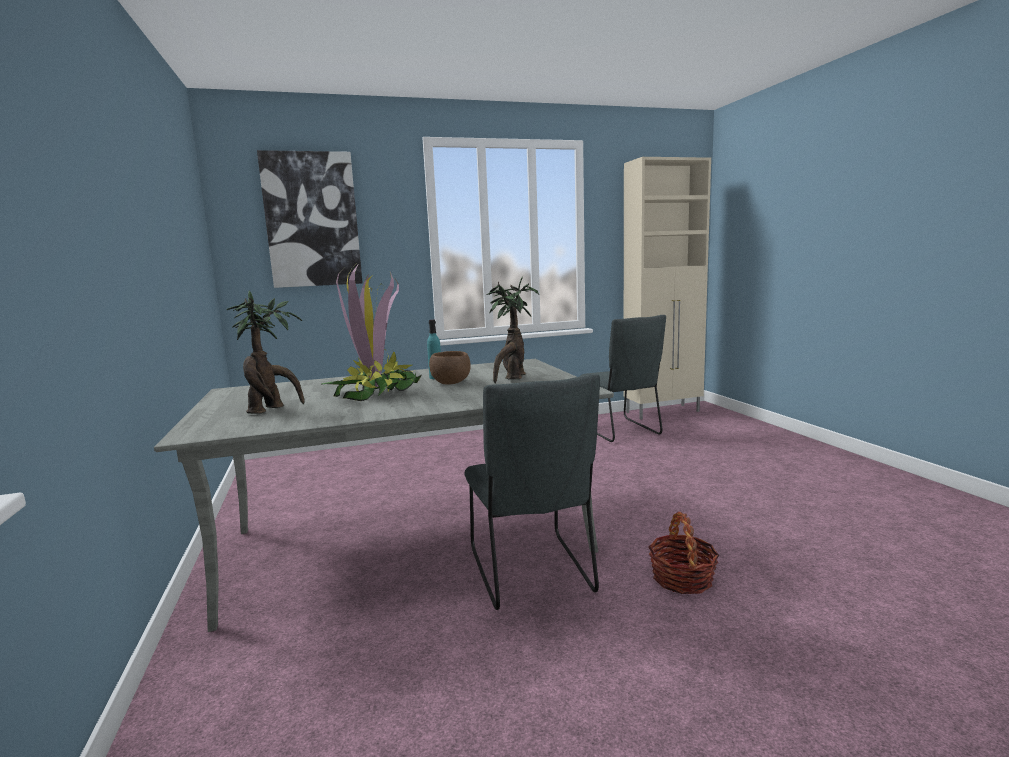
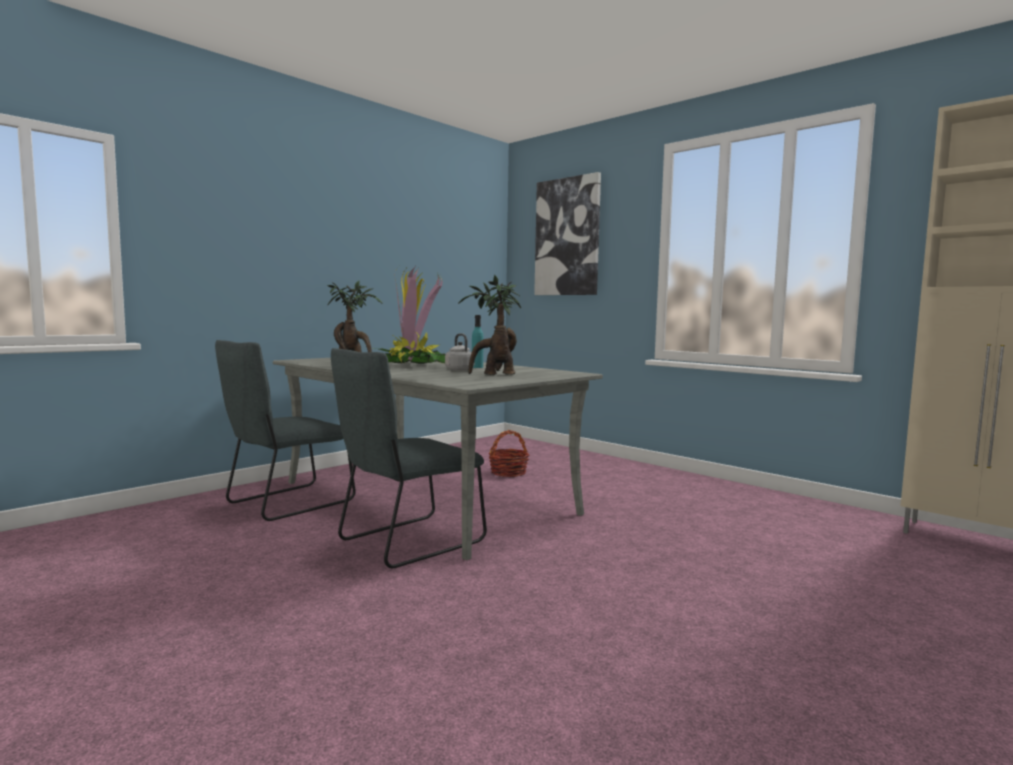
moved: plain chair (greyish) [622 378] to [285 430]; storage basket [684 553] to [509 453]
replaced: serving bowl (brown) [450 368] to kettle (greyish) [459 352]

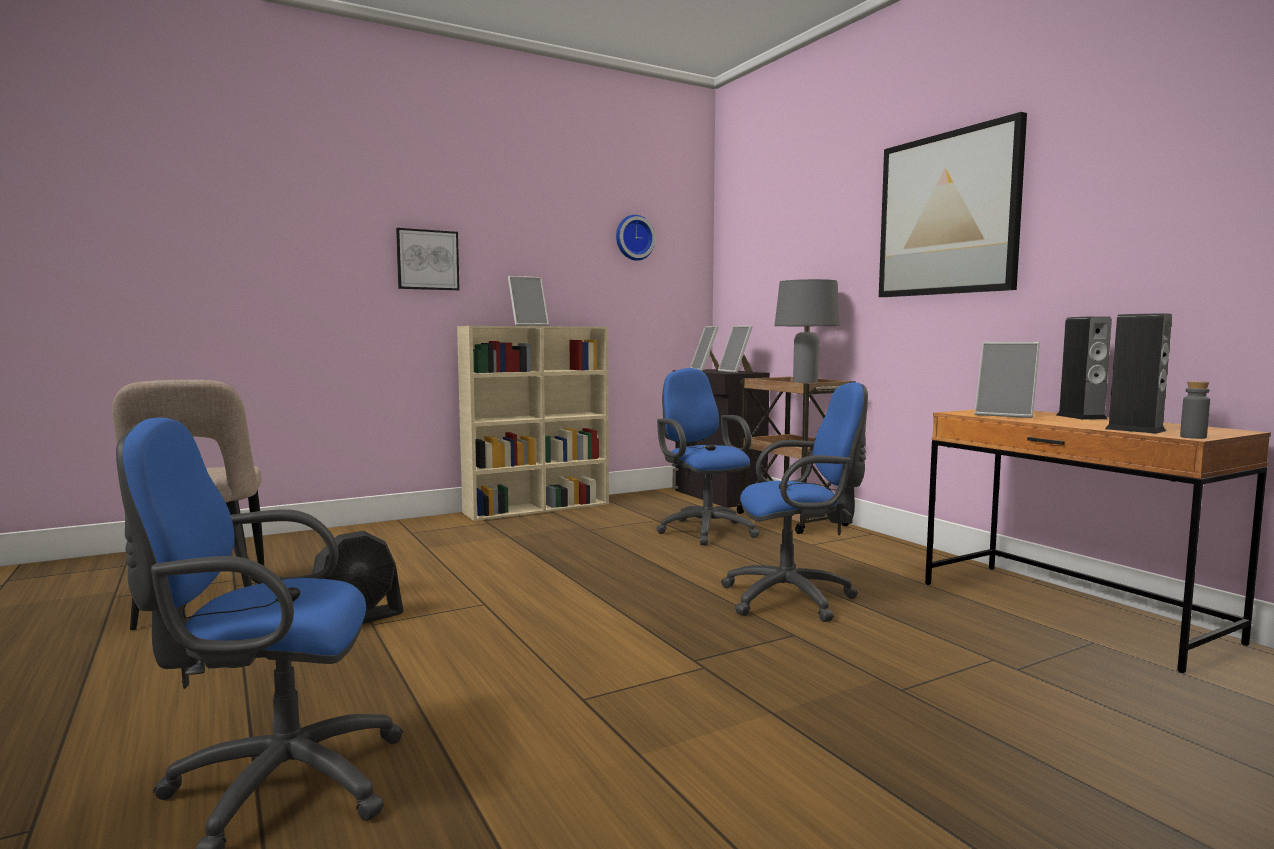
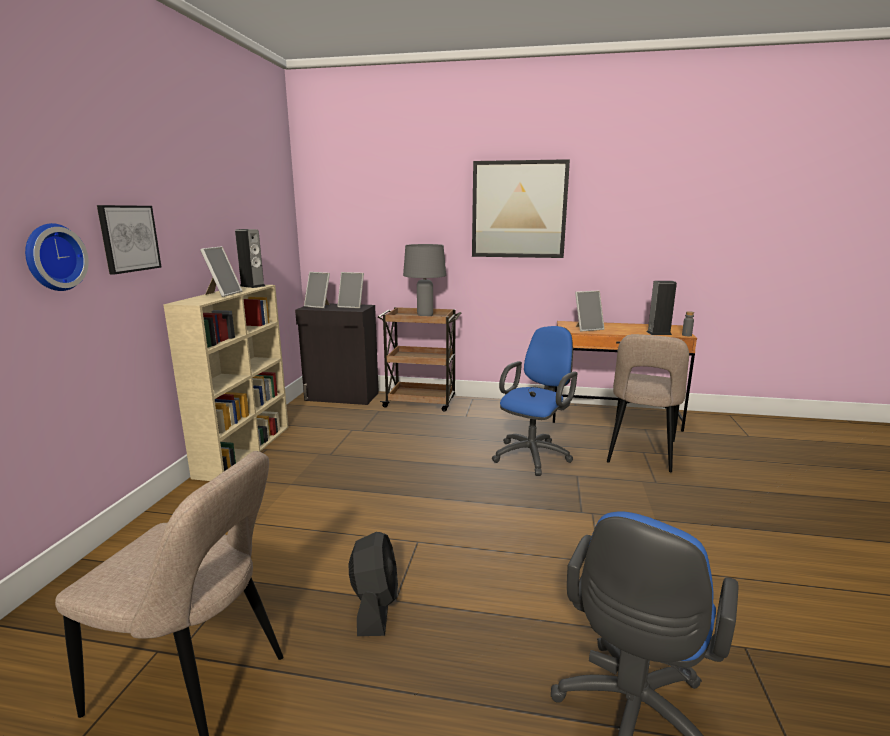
removed: computer chair (blue) [708 456]
added: plain chair (beige) [648 403]
moved: wall clock [636 238] to [57 257]; loudspeaker [1084 368] to [250 258]

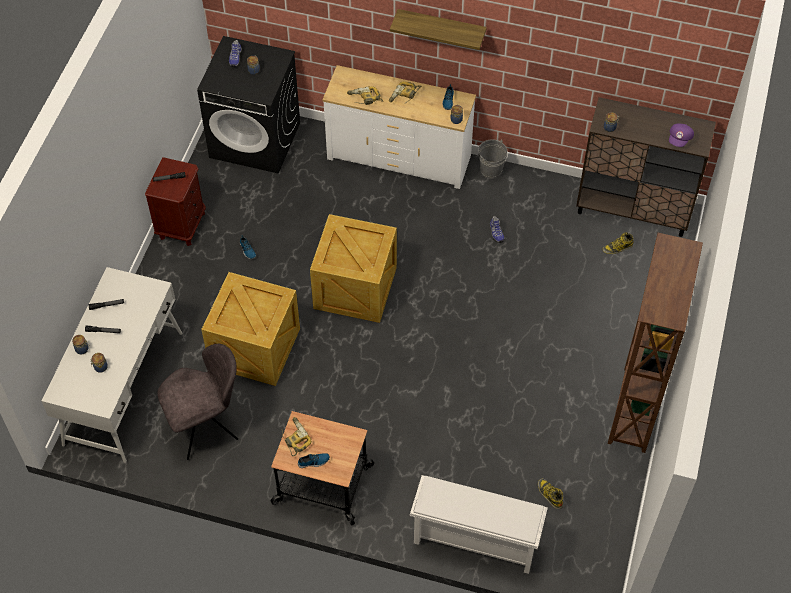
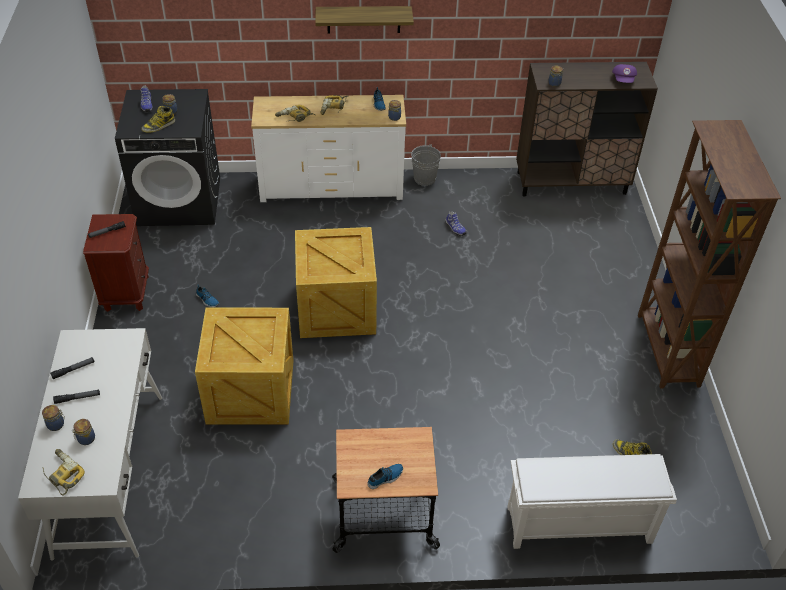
removed: plain chair (greyish) [197 402]
moved: power drill [297 436] to [63 472]; tall boot [618 243] to [158 119]

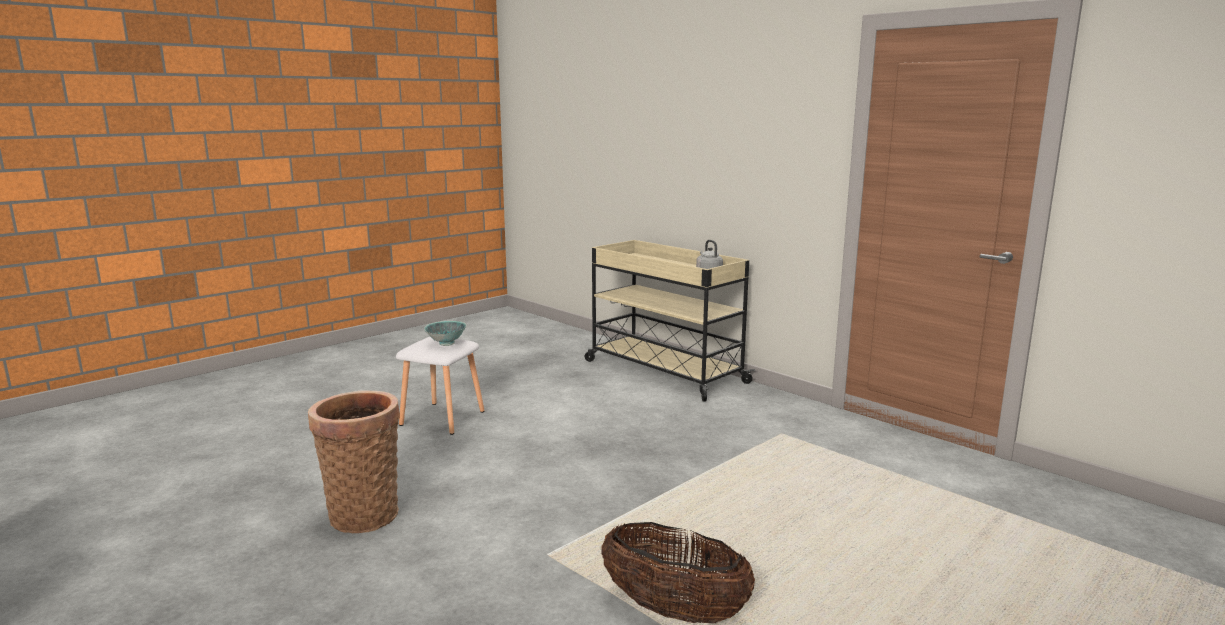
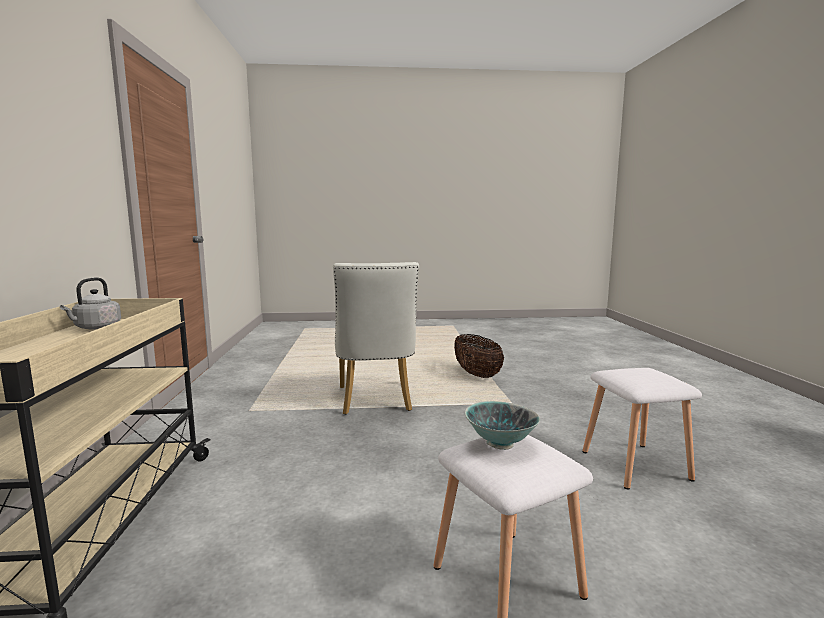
added: plain chair (whitish) [376 338]
replaced: storage basket [354 461] to sitting stool (whitish) [642 429]

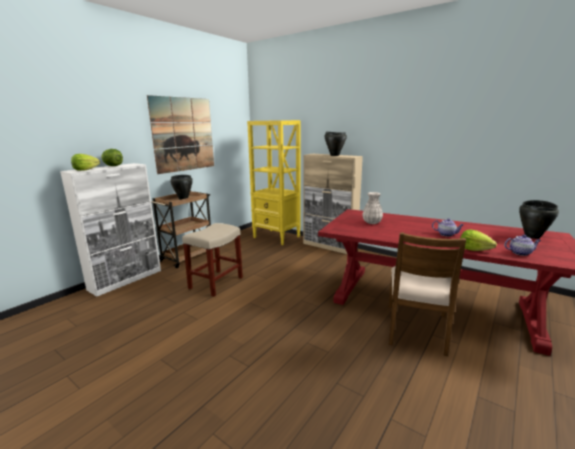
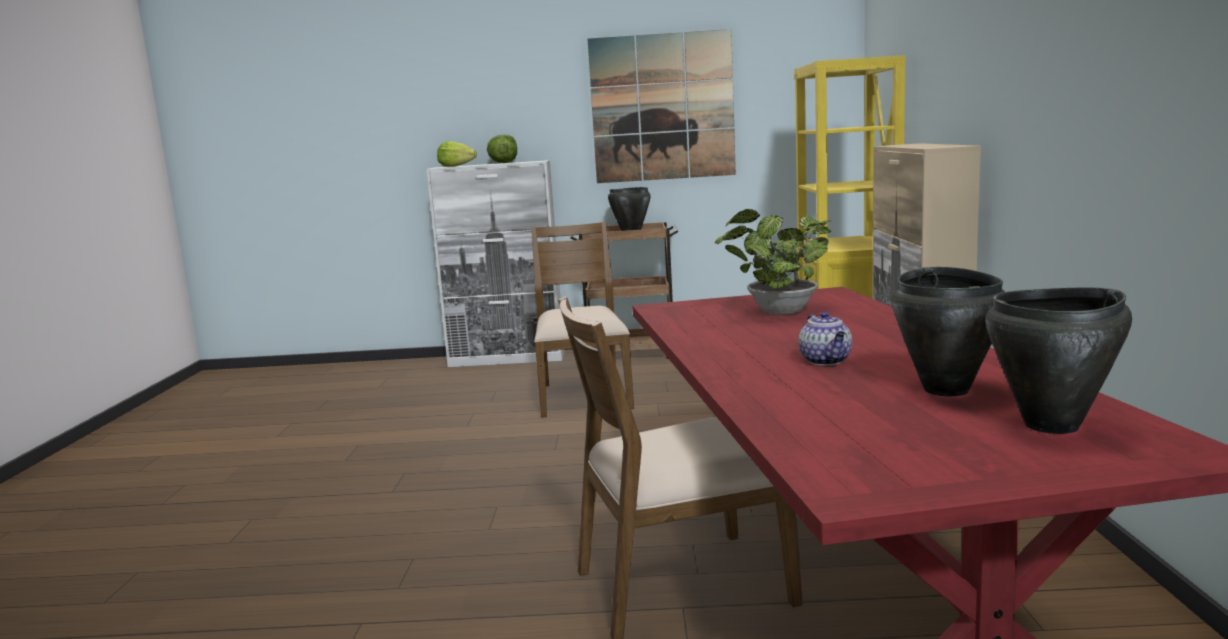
removed: lettuce head [478 240]; tea pot [522 245]
moved: stockpot (black-coloured) [336 144] to [948 331]
replaced: sitting stool (beige) [212 260] to plain chair (brown) [582 320]; vase (whitish) [372 208] to houseplant [773 262]

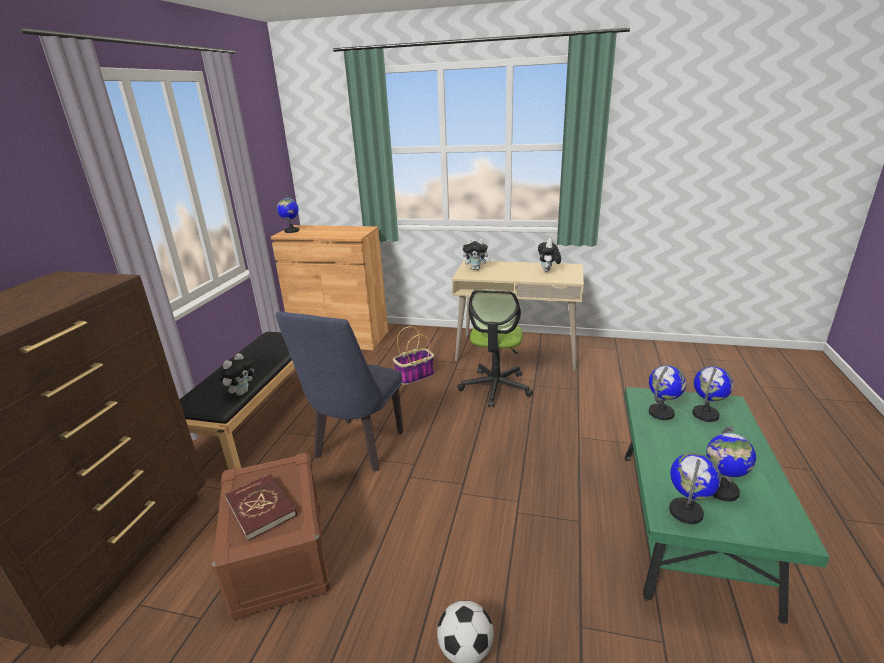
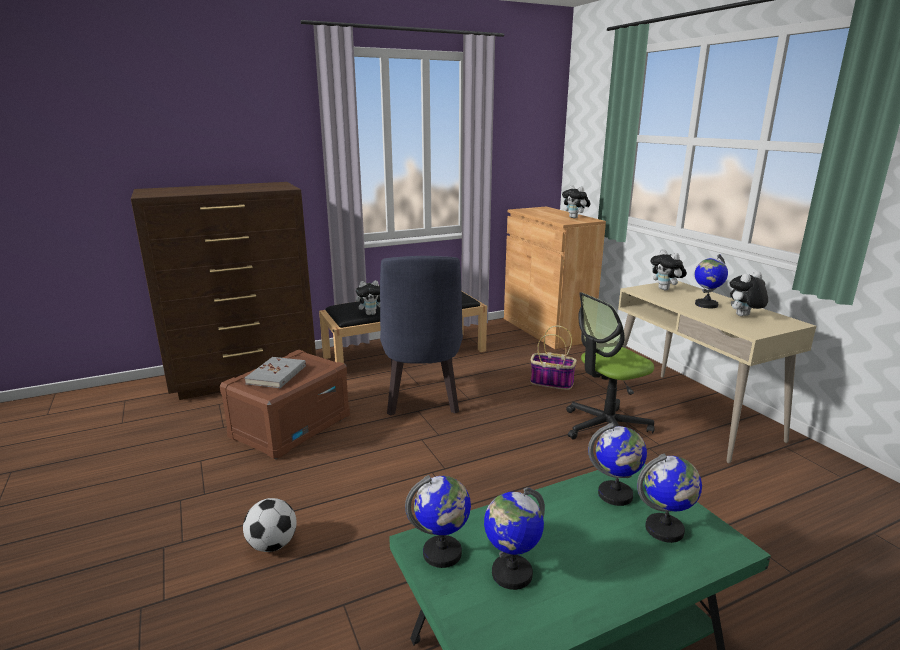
added: plush toy [576 201]
moved: world globe [288 214] to [711 281]
recoloured: bound book (red-coloured) [261 507] to bound book (greyish) [275 372]
turned: plain chair (blue) [339 391] = [421 335] 75 degrees counterclockwise

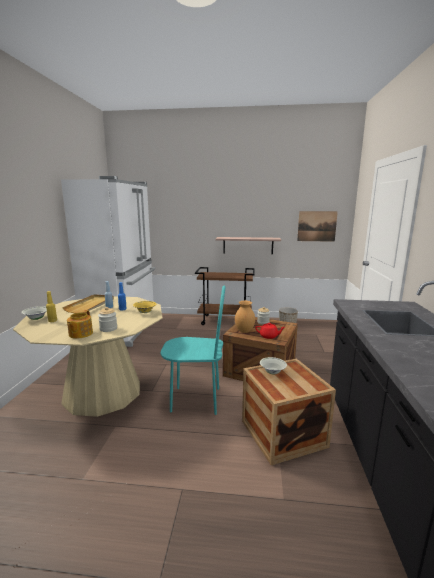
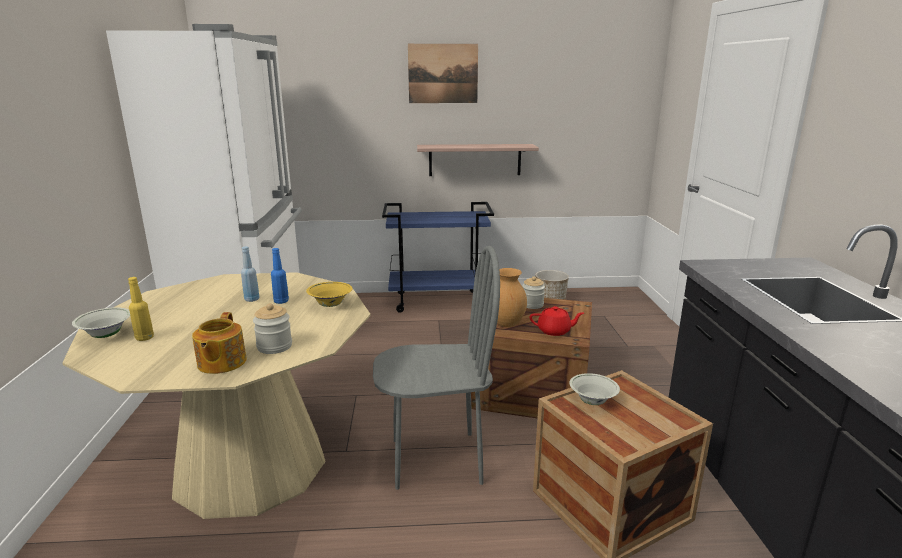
removed: tray (beige) [88 303]
moved: wall art [317 226] to [443 73]
recoloured: plain chair (blue-green) [193 350] to plain chair (greyish) [436 368]; wheeled cart (brown) [224 296] to wheeled cart (blue) [438 257]

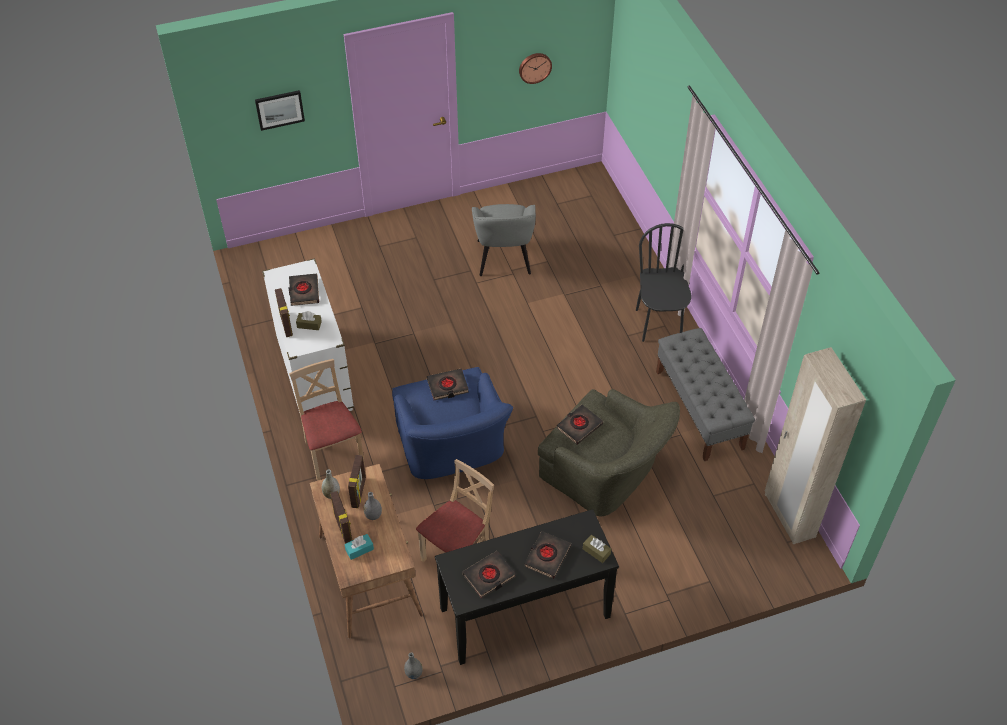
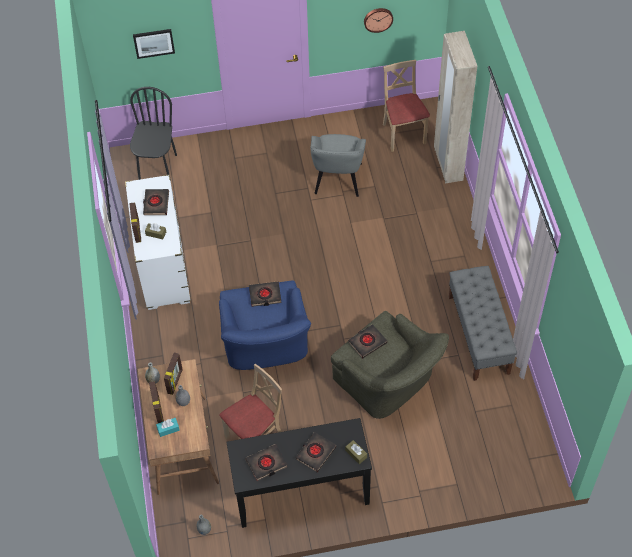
moved: plain chair (beige) [327 420] to [406 106]; plain chair (black-coloured) [663 282] to [153 133]; armoire (beige) [815 445] to [455 107]

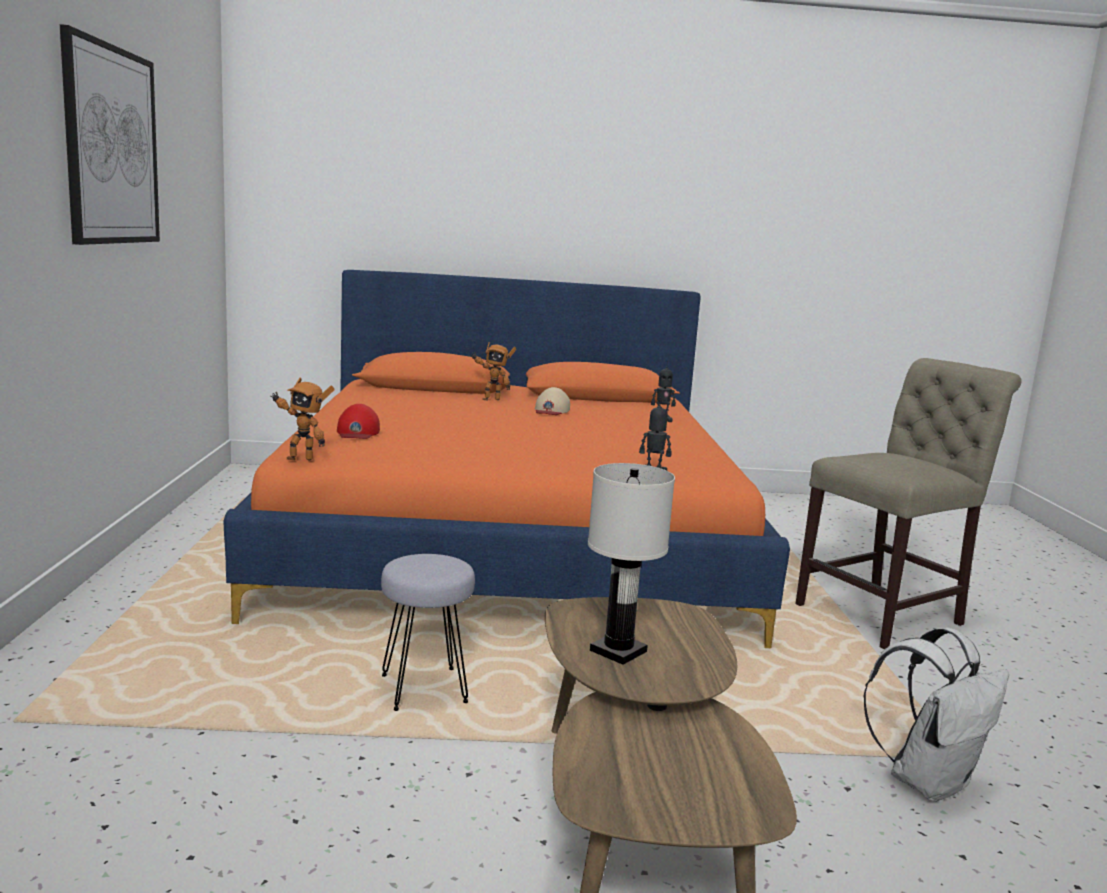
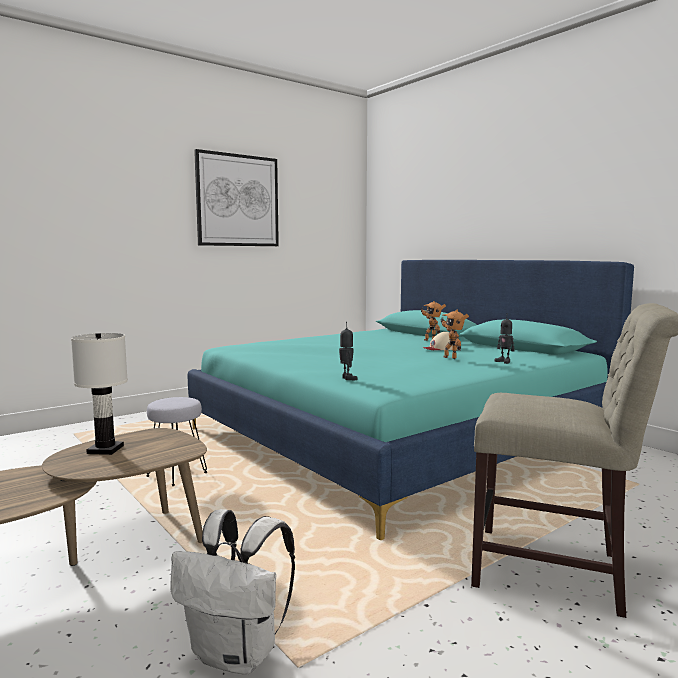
removed: cap (red-coloured) [358 421]
moved: model robot [302 418] to [454 334]
recoloured: bed (orange) [507 459] to bed (blue-green) [411 400]

